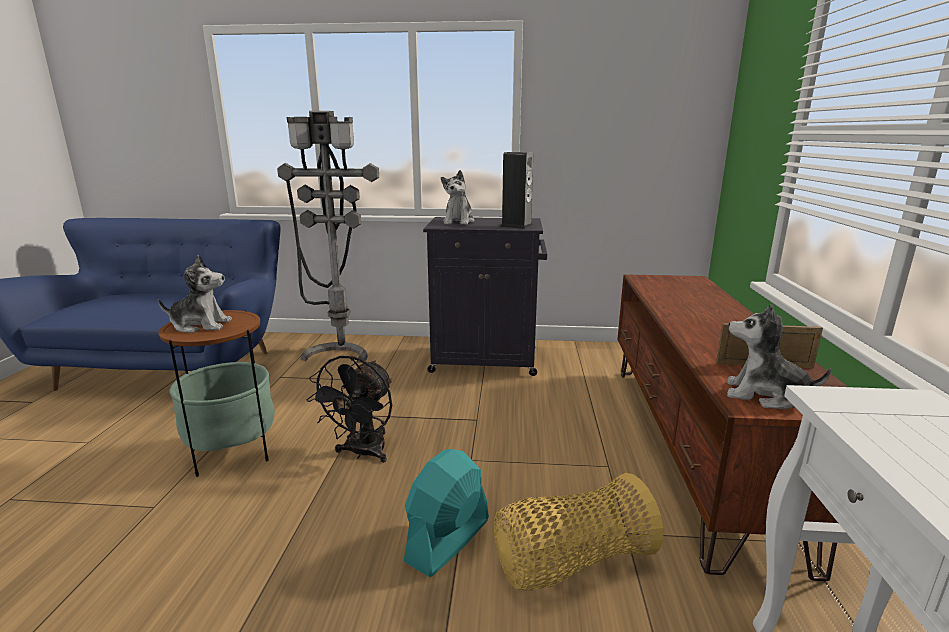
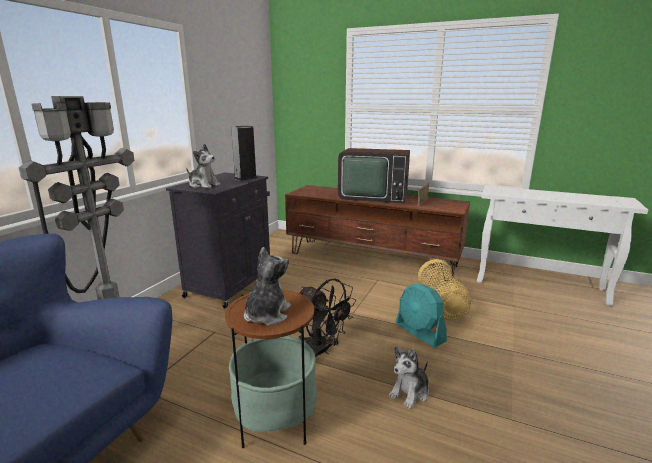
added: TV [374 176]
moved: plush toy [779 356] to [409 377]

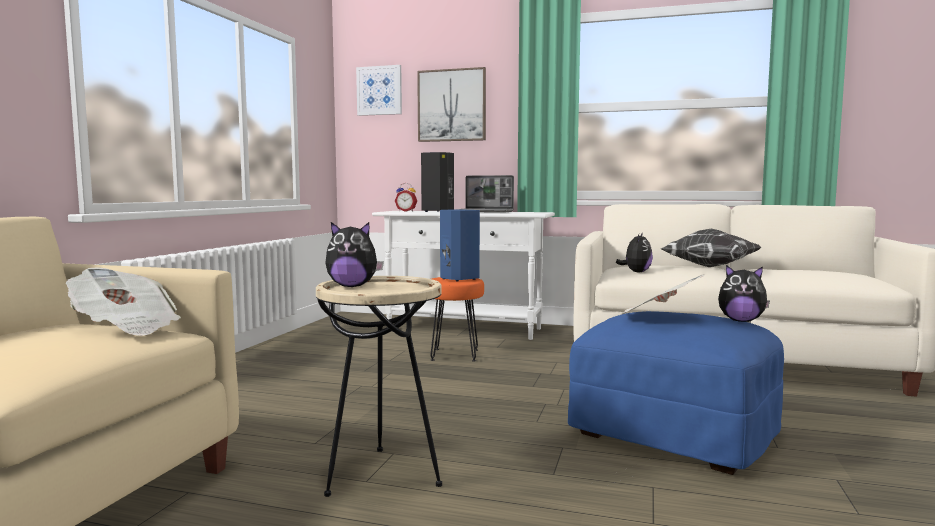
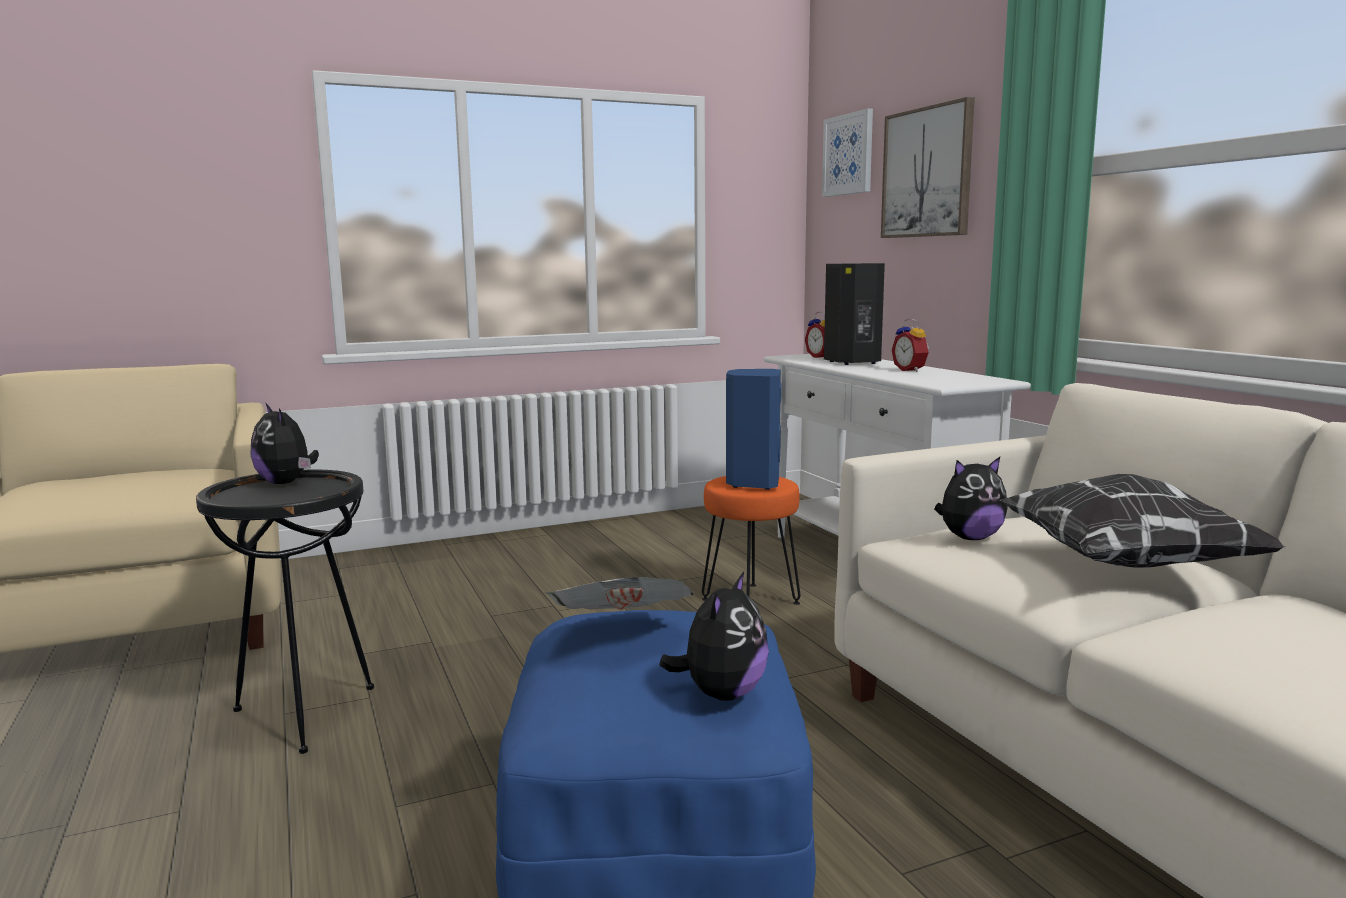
removed: daily paper [123 301]
replaced: portable computer [489 194] to table clock [910 345]
recoloured: end table (beige) [379 386] to end table (black-coloured) [285 612]
turned: plush toy [744 293] = [714 636] 135 degrees counterclockwise

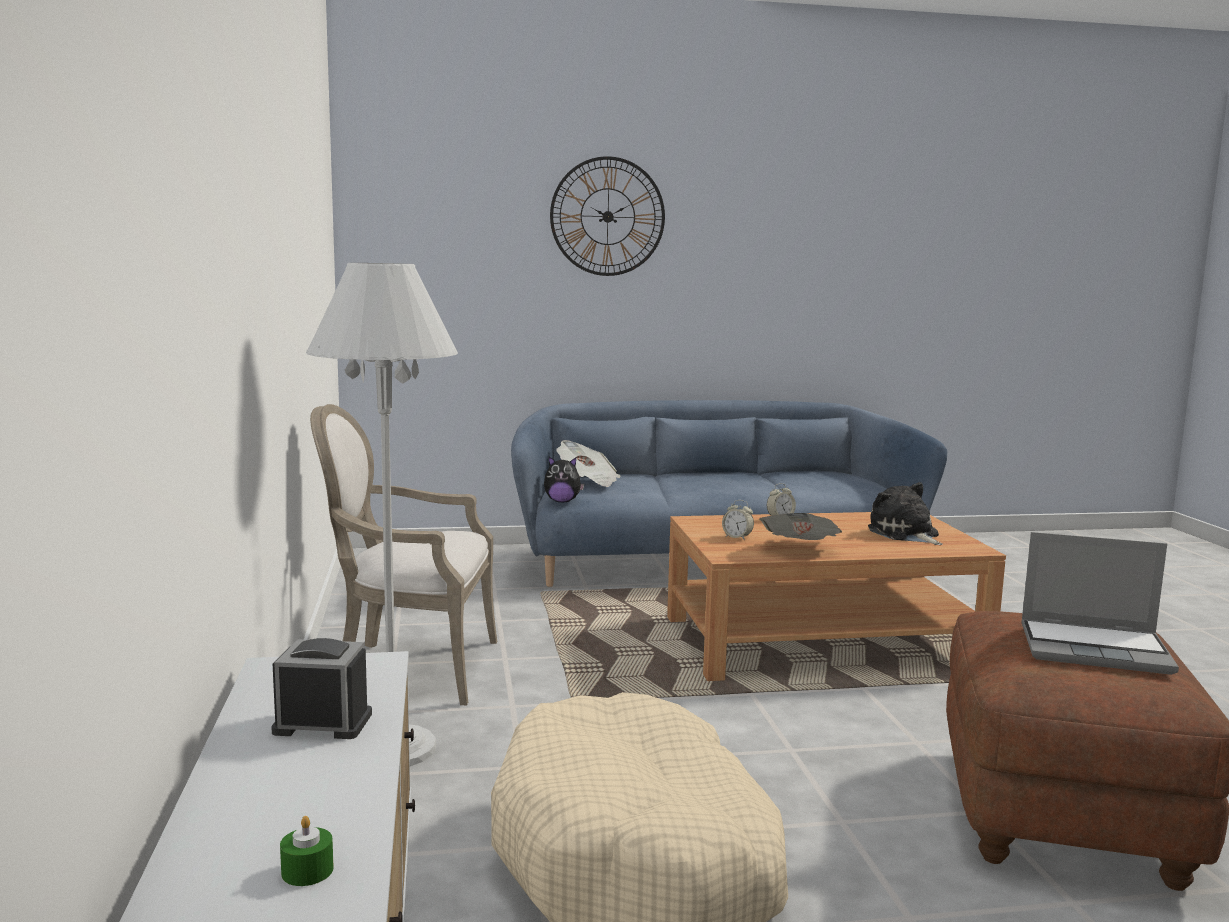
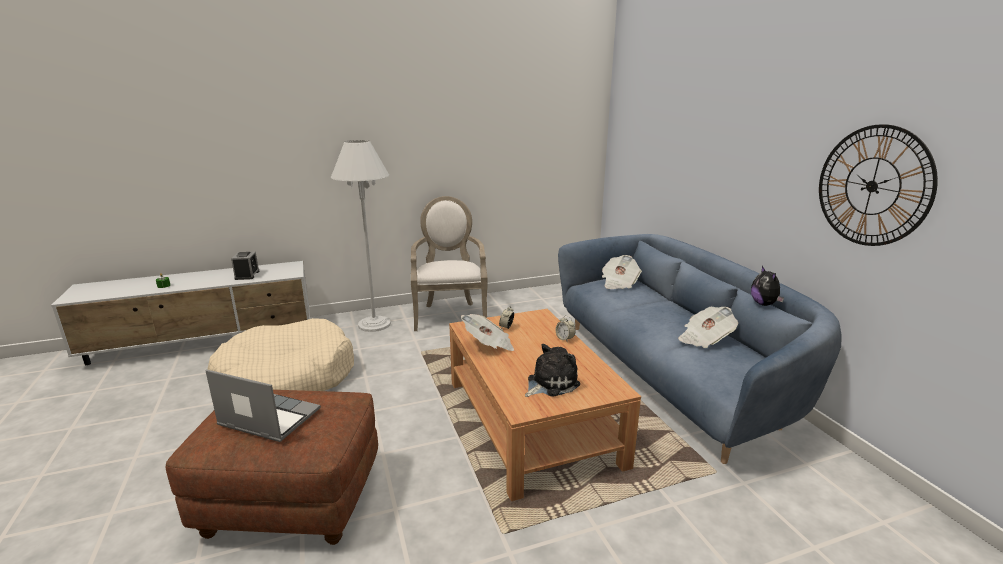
added: daily paper [708 327]
moved: plush toy [564 479] to [767 286]; wall clock [607 216] to [878 185]
turned: portable computer [1100 603] = [263 405] 105 degrees clockwise

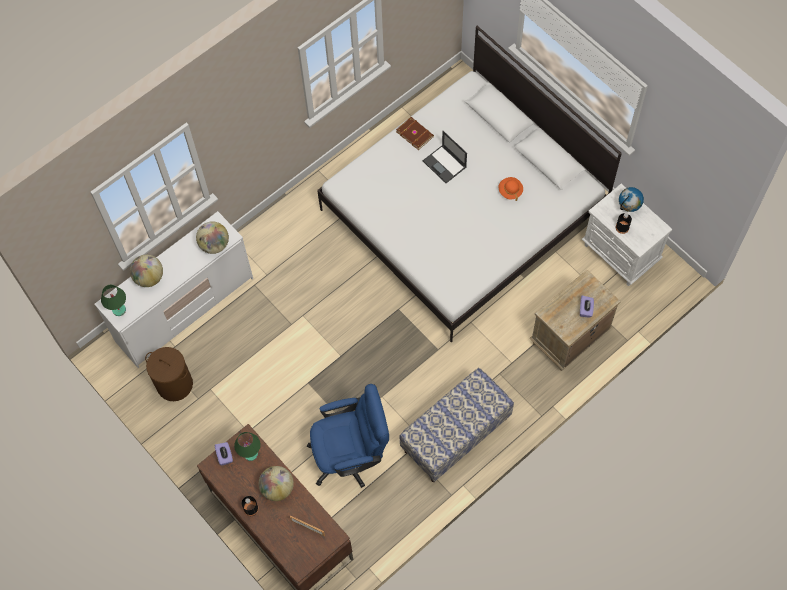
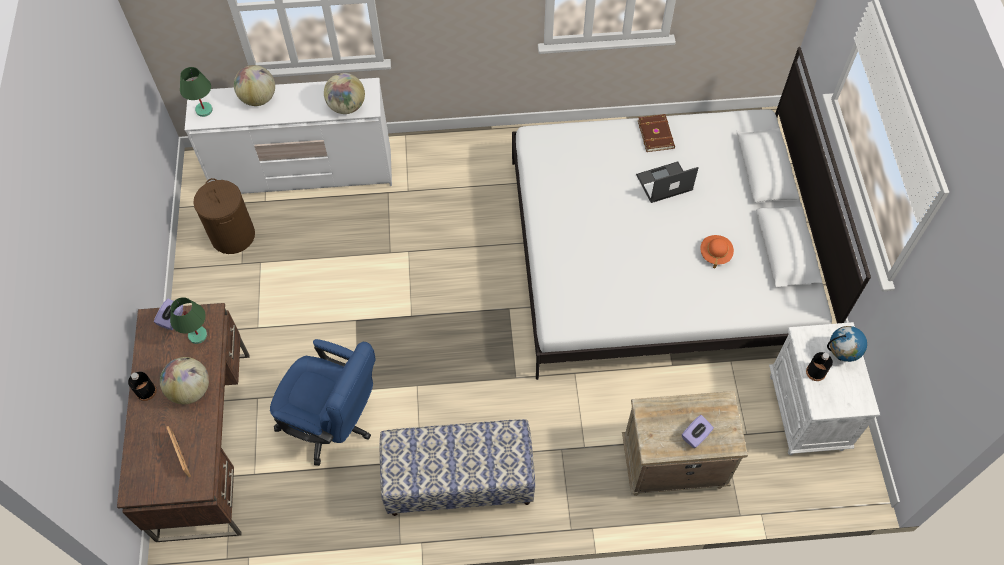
turned: portable computer [445 157] = [667 182] 75 degrees clockwise

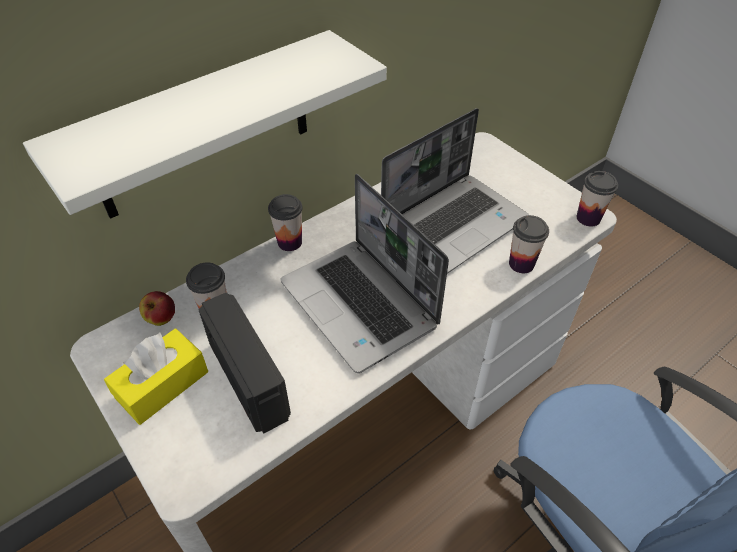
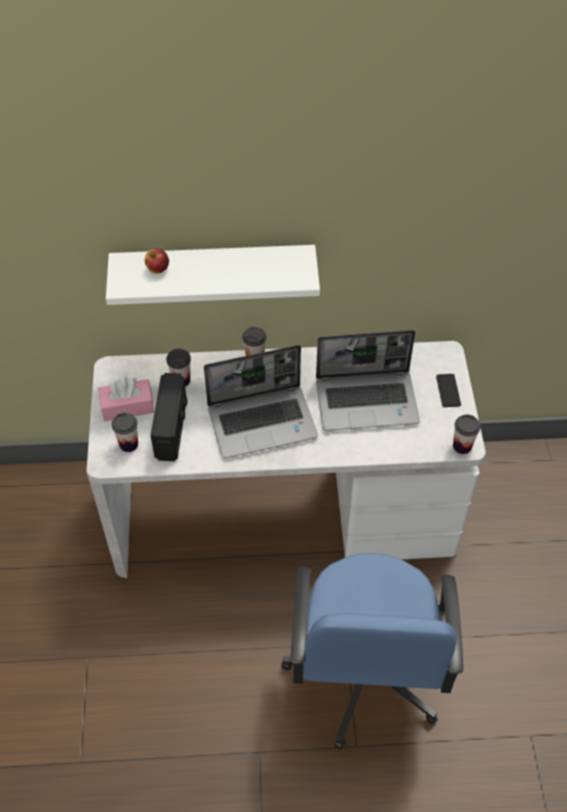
added: handset [448 390]
moved: whole apple [157 308] to [156 260]; cup [529 244] to [125 432]
recoloured: tissue box (yellowish) [156 377] to tissue box (pinkish) [126 399]
turned: portable computer [365 273] = [261 401] 105 degrees counterclockwise

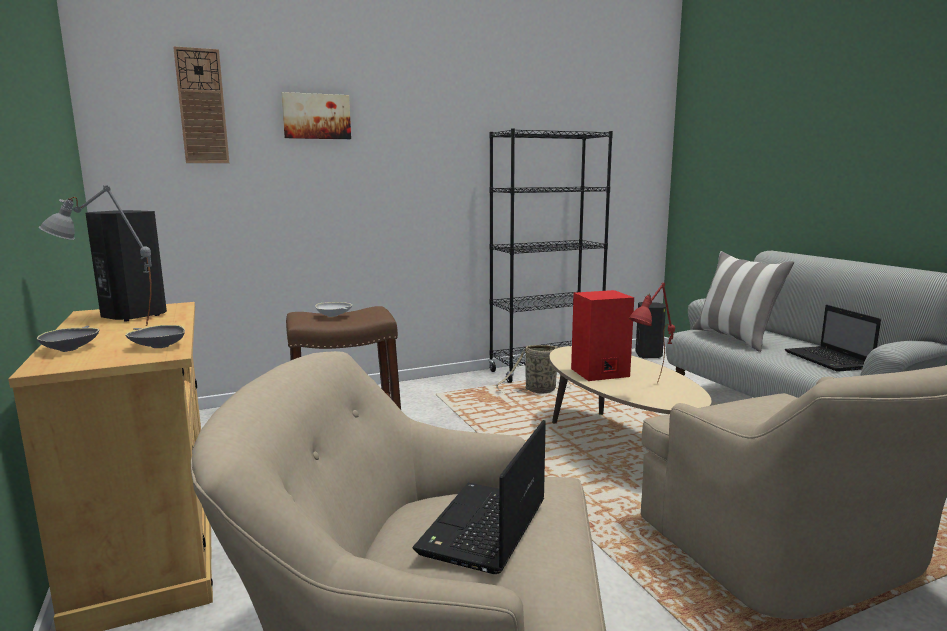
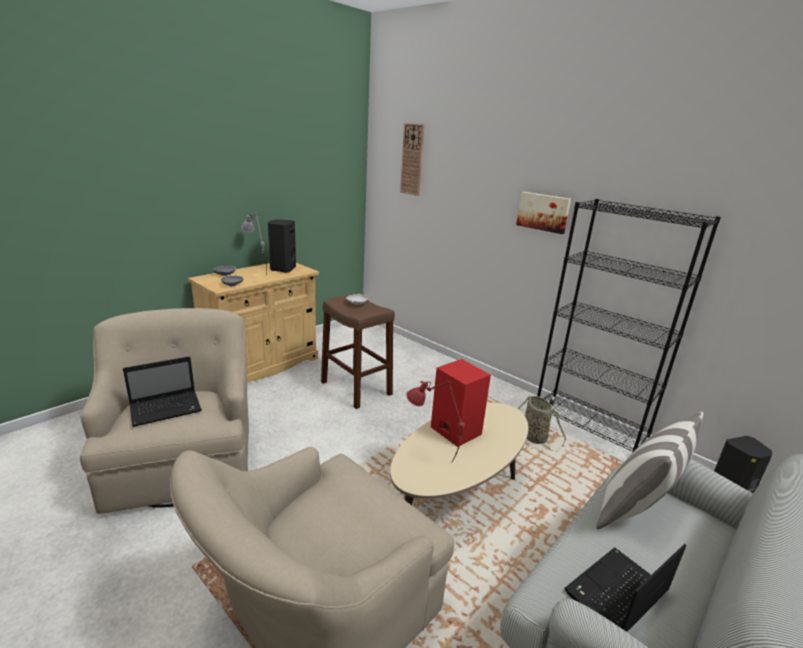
moved: wall art [316 115] to [543 213]
turned: portable computer [479 497] = [162 391] 150 degrees clockwise

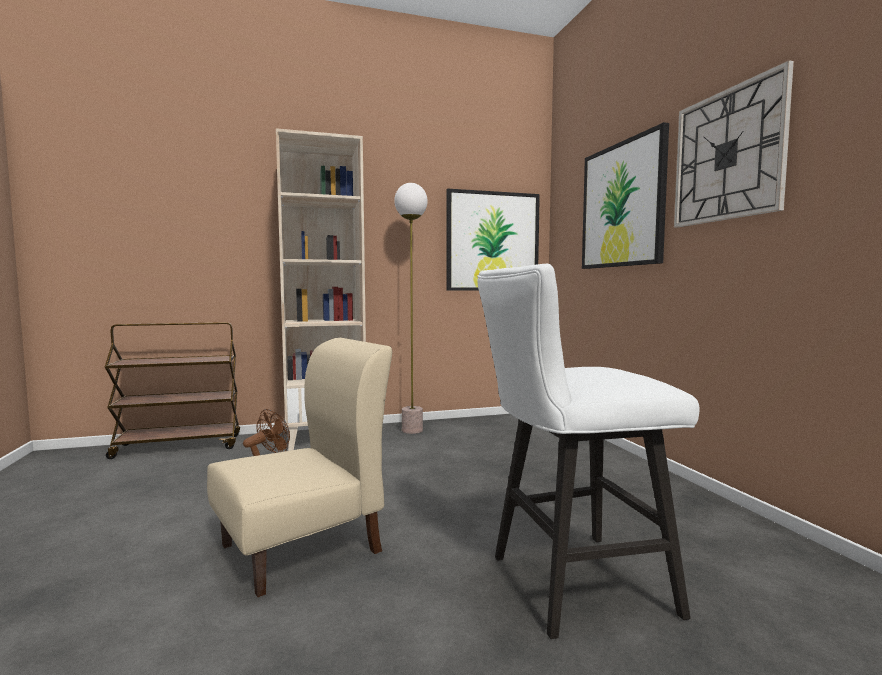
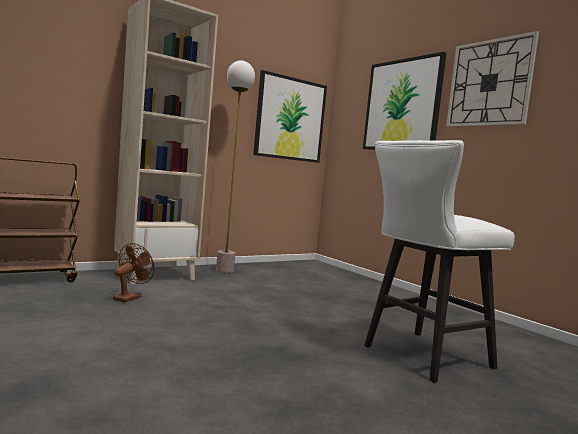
removed: plain chair (beige) [299 467]

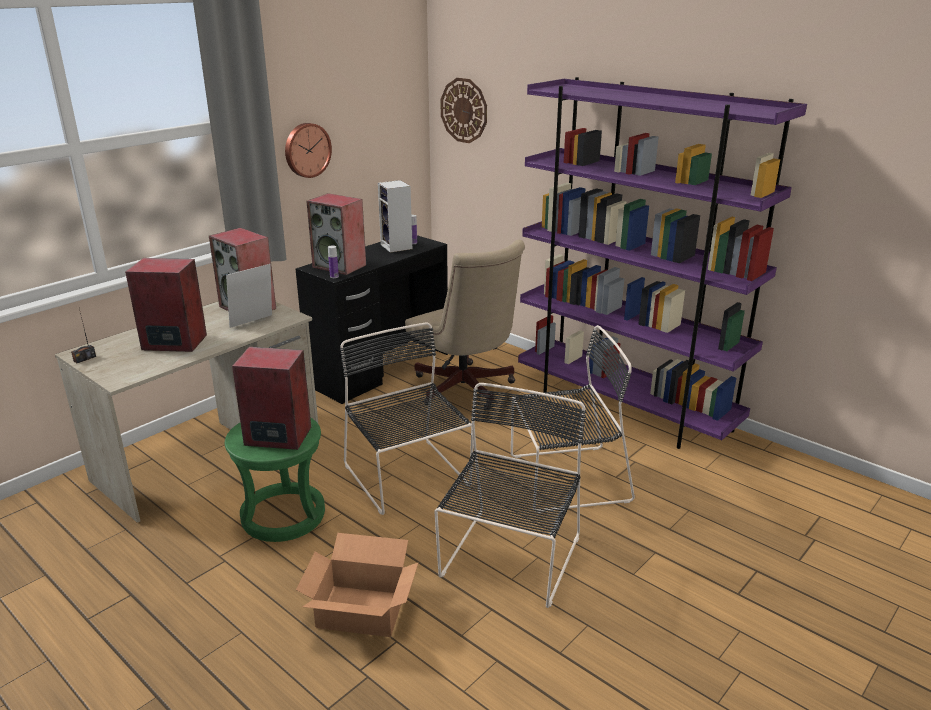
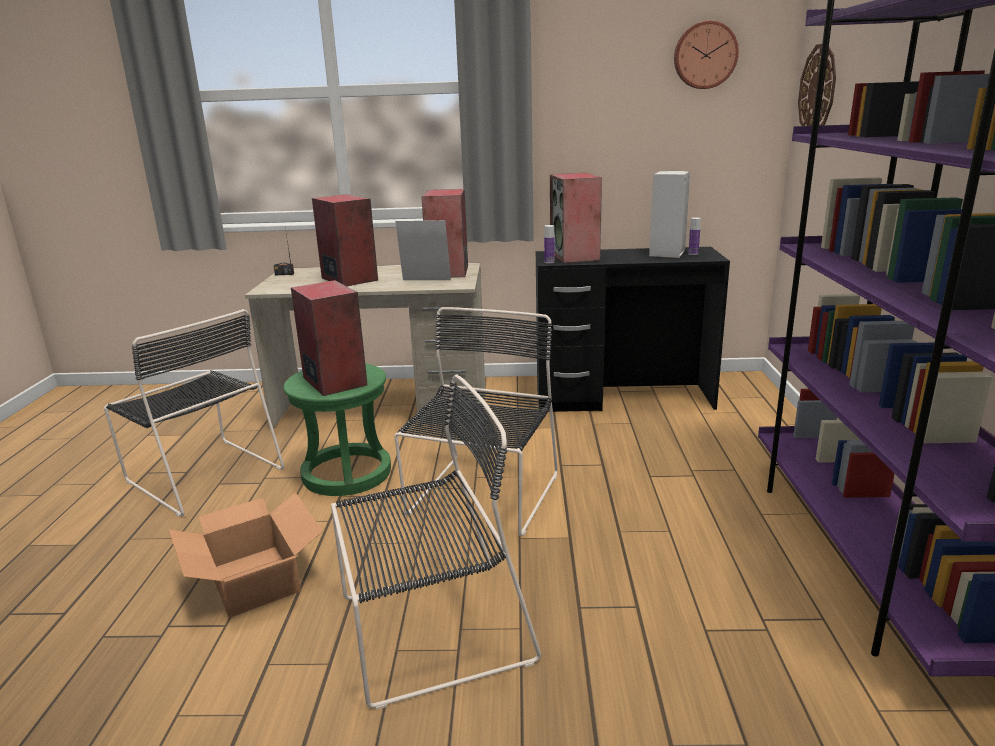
removed: computer chair (beige) [465 324]
moved: wall clock [308 150] to [706 55]; plain chair (black-coloured) [573 419] to [194 413]

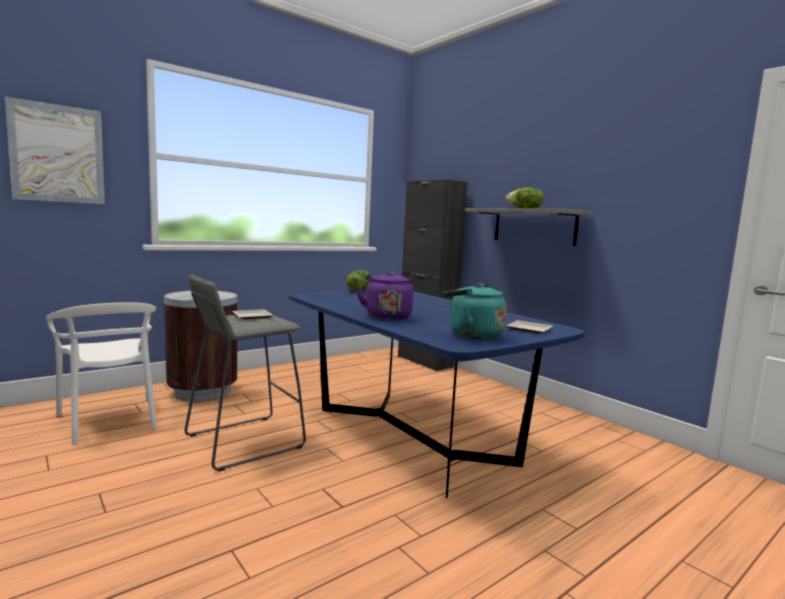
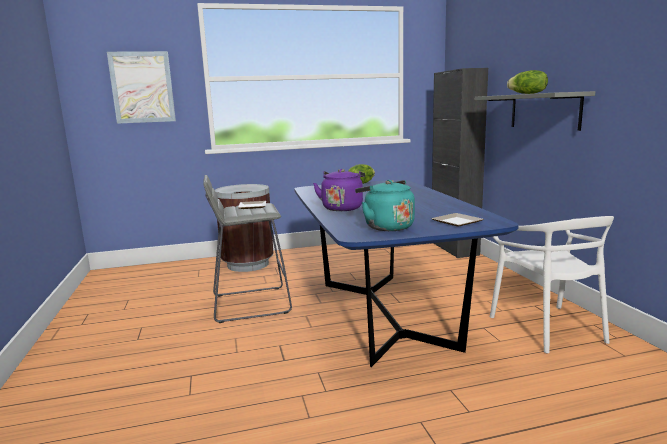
moved: plain chair (whitish) [101 373] to [552 284]

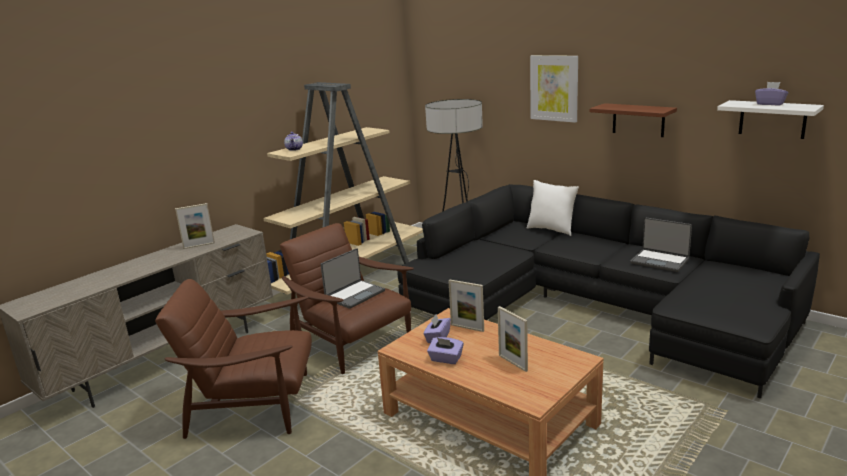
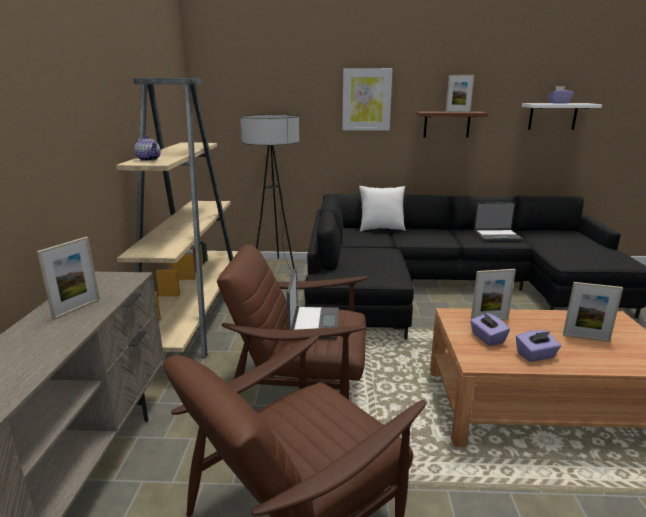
added: picture frame [460 93]

